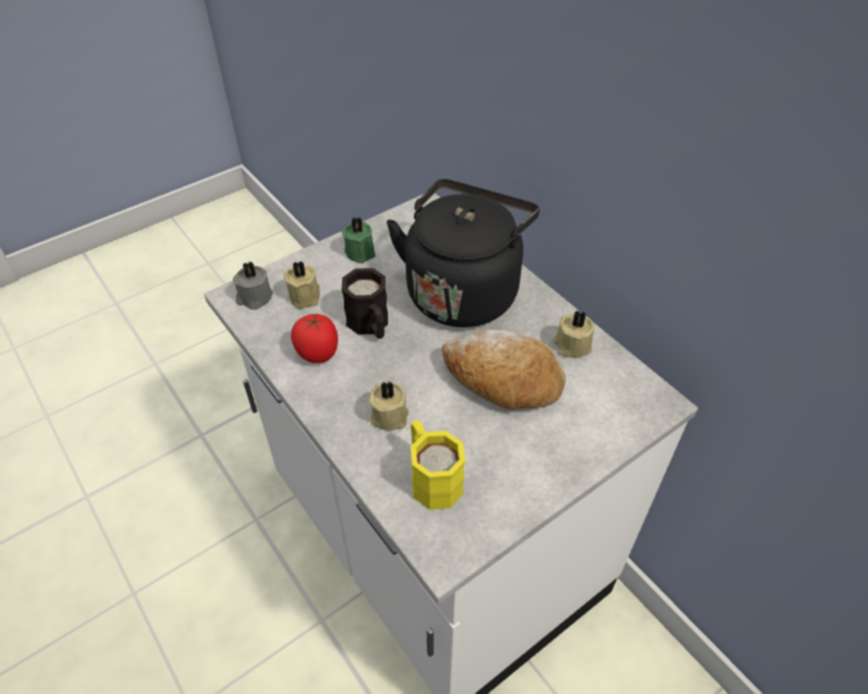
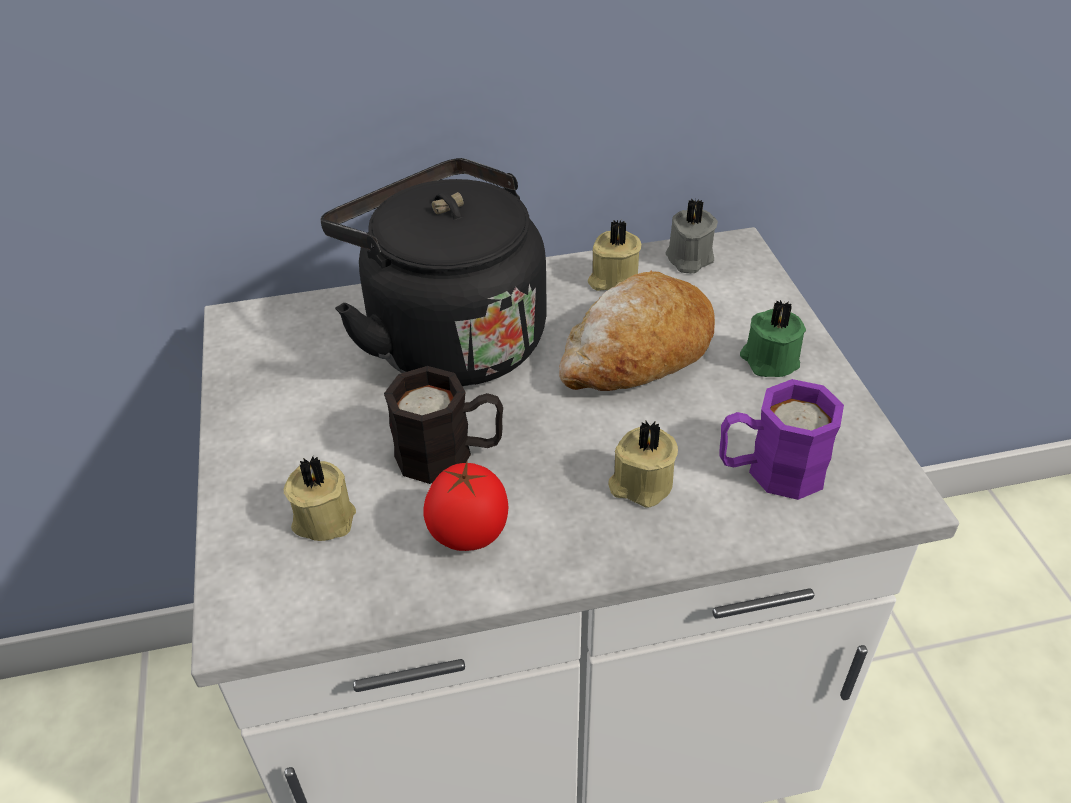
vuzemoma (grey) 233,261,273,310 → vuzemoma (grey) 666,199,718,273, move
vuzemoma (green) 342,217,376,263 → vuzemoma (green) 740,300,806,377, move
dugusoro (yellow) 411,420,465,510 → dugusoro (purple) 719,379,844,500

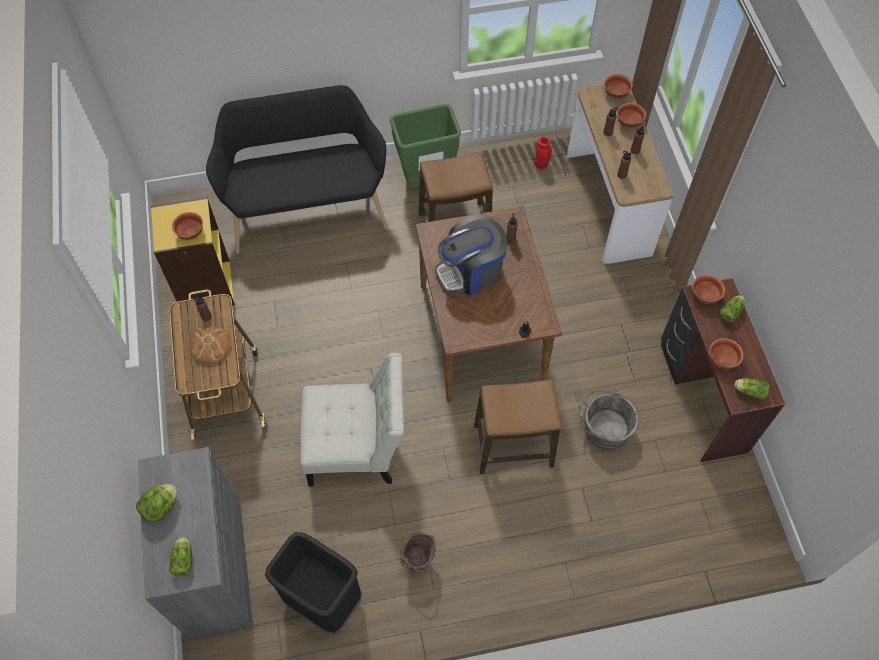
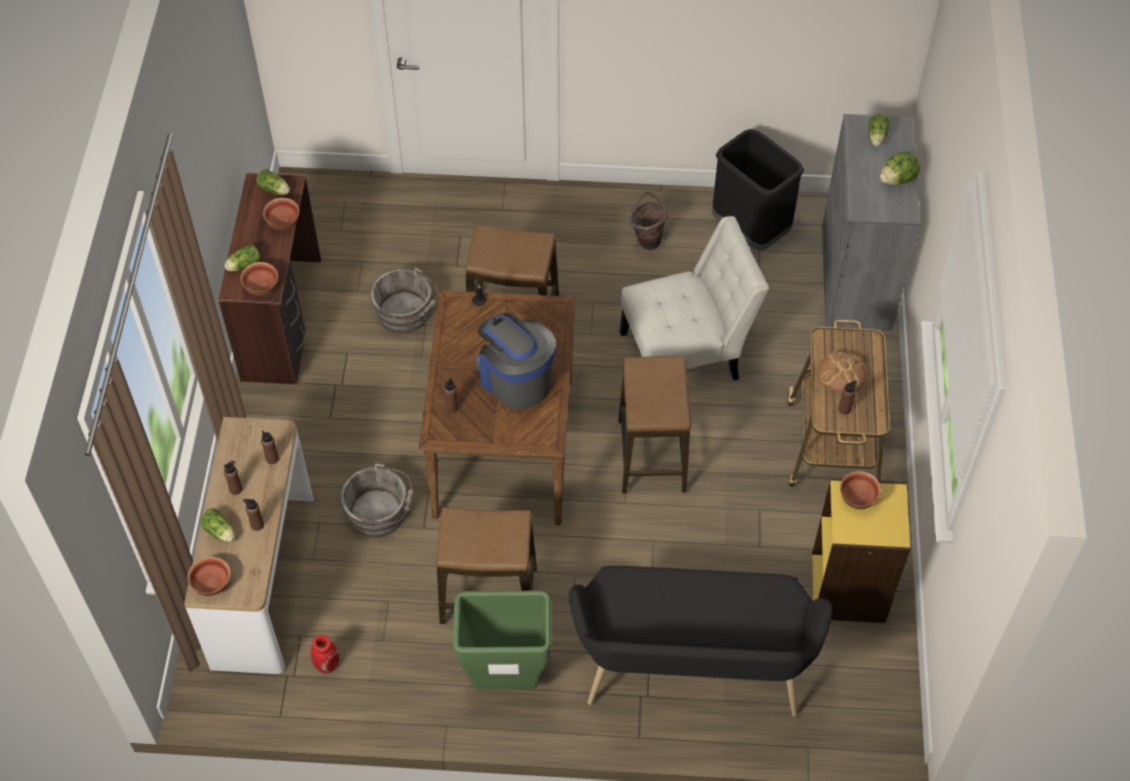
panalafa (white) 300,353,404,487 → panalafa (white) 620,216,769,380, 150 degrees clockwise
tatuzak 435,214,507,296 → tatuzak 475,313,556,410, 120 degrees counterclockwise
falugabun 617,103,646,128 → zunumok 200,508,235,543
- → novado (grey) 340,464,414,538
- → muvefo 618,356,691,494

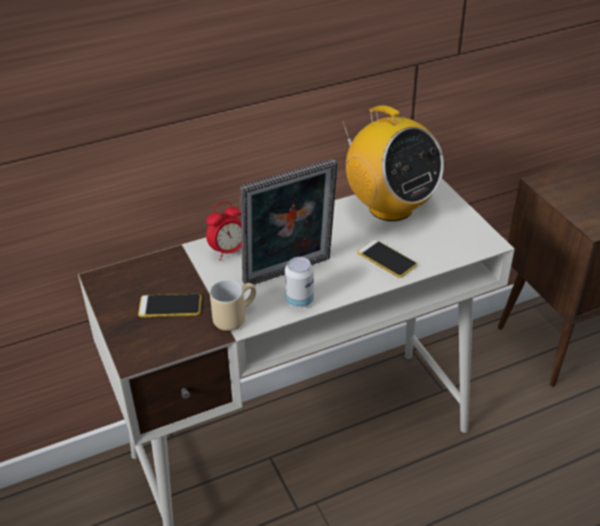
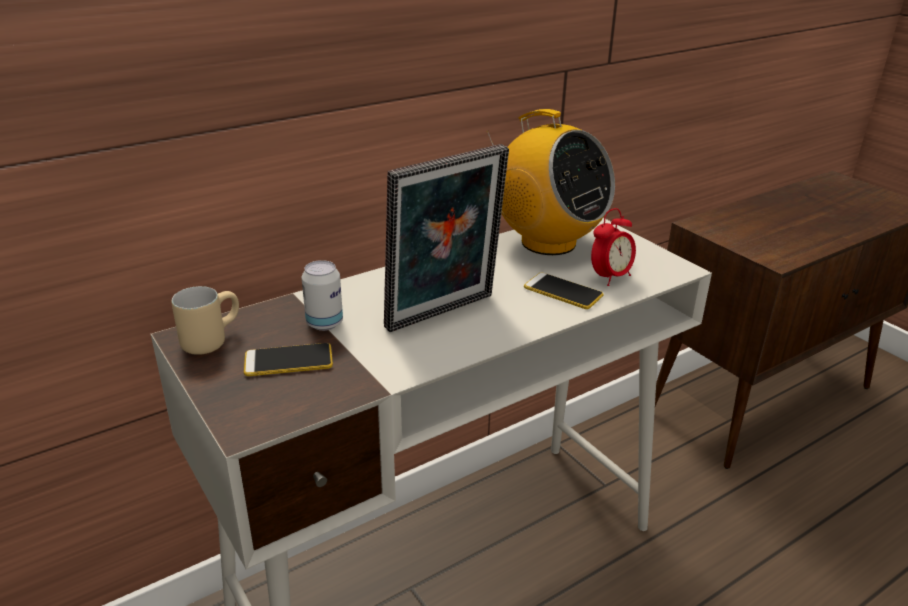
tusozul 206,201,242,261 → tusozul 591,208,636,286, move
dugusoro (beige) 210,280,256,331 → dugusoro (beige) 171,286,239,355, move
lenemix 285,257,314,308 → lenemix 302,260,343,331, move

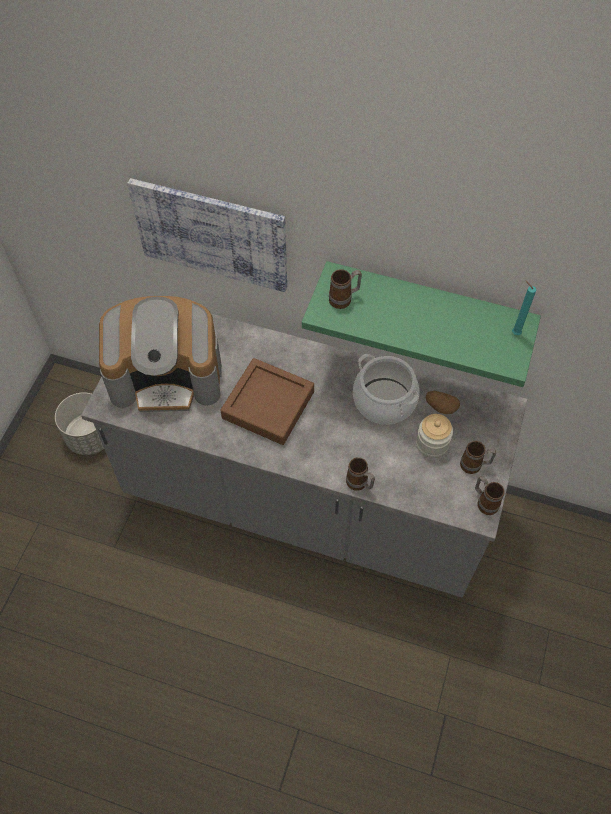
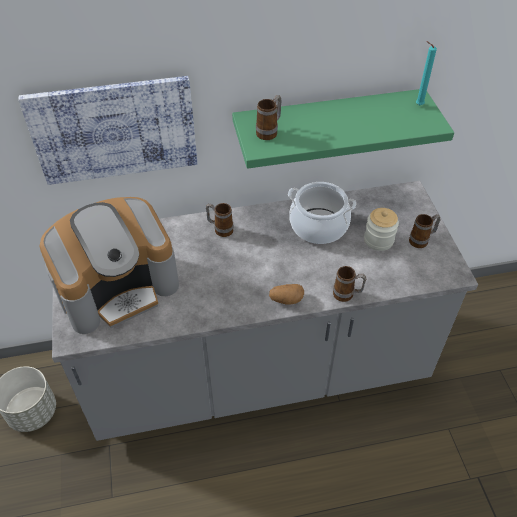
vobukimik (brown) 220,358,314,445 → -
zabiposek 426,391,460,414 → zabiposek 269,284,304,305, move
dugusoro 475,476,504,515 → dugusoro 206,203,234,237, move

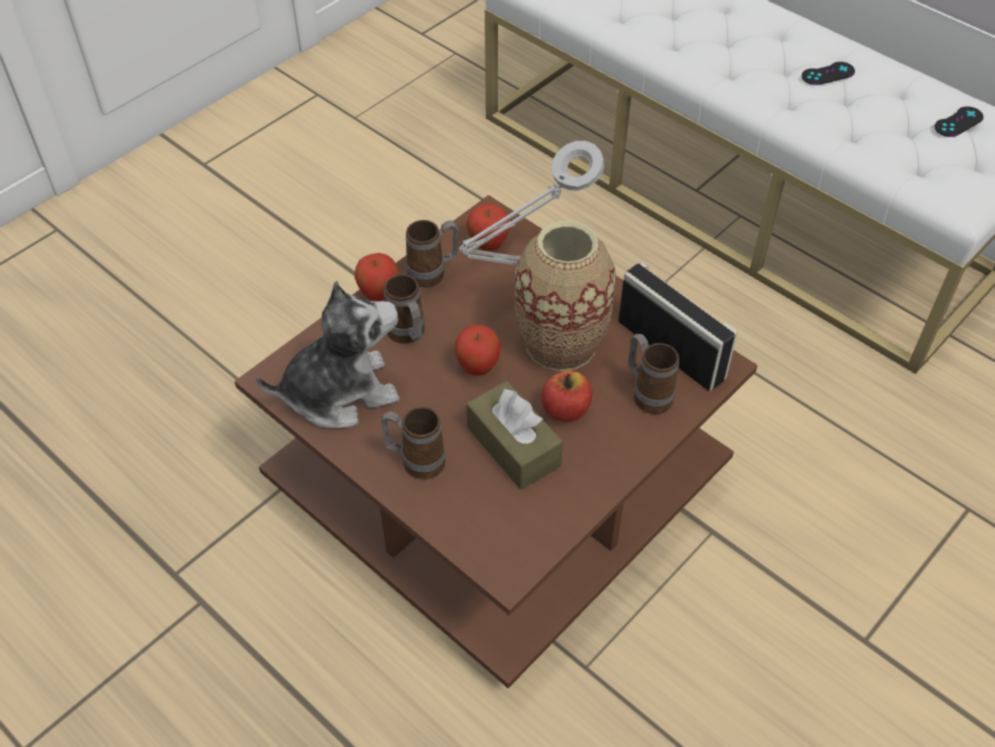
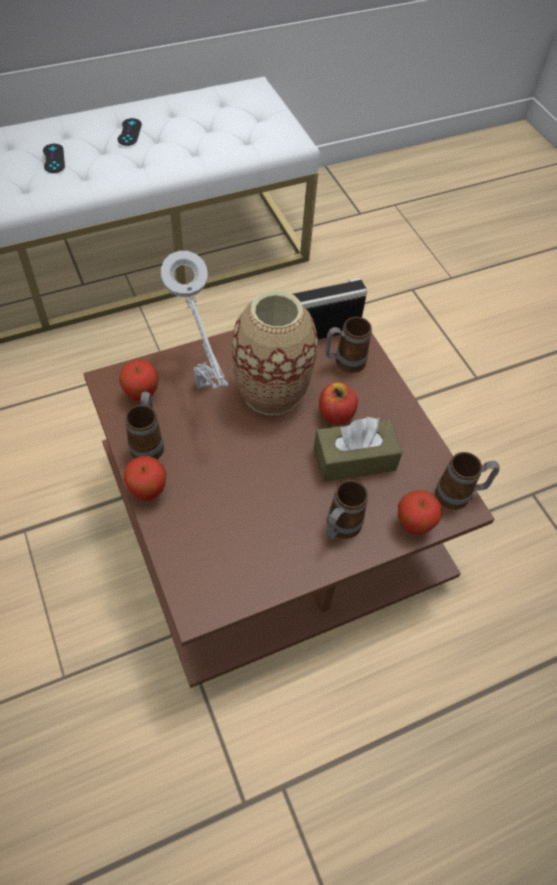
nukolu 256,281,400,428 → -
dugusoro 384,274,425,343 → dugusoro 435,452,500,510, move
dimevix 454,325,501,376 → dimevix 398,490,442,535, move
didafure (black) 935,106,984,137 → didafure (black) 43,144,65,173, move

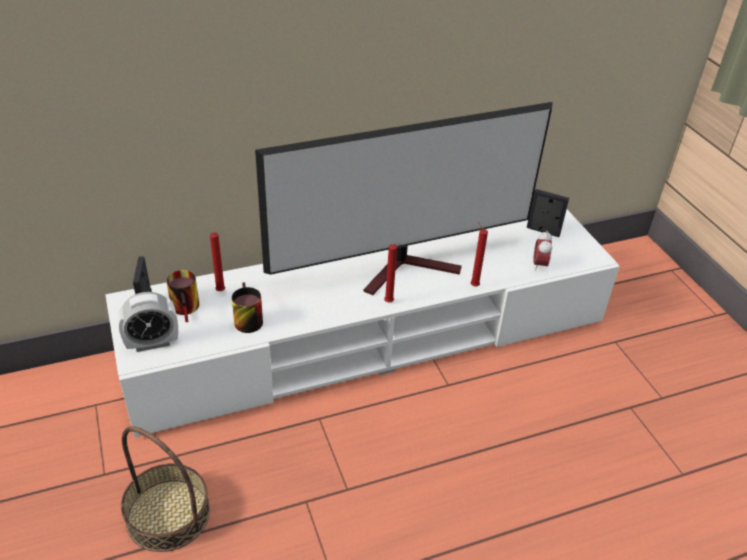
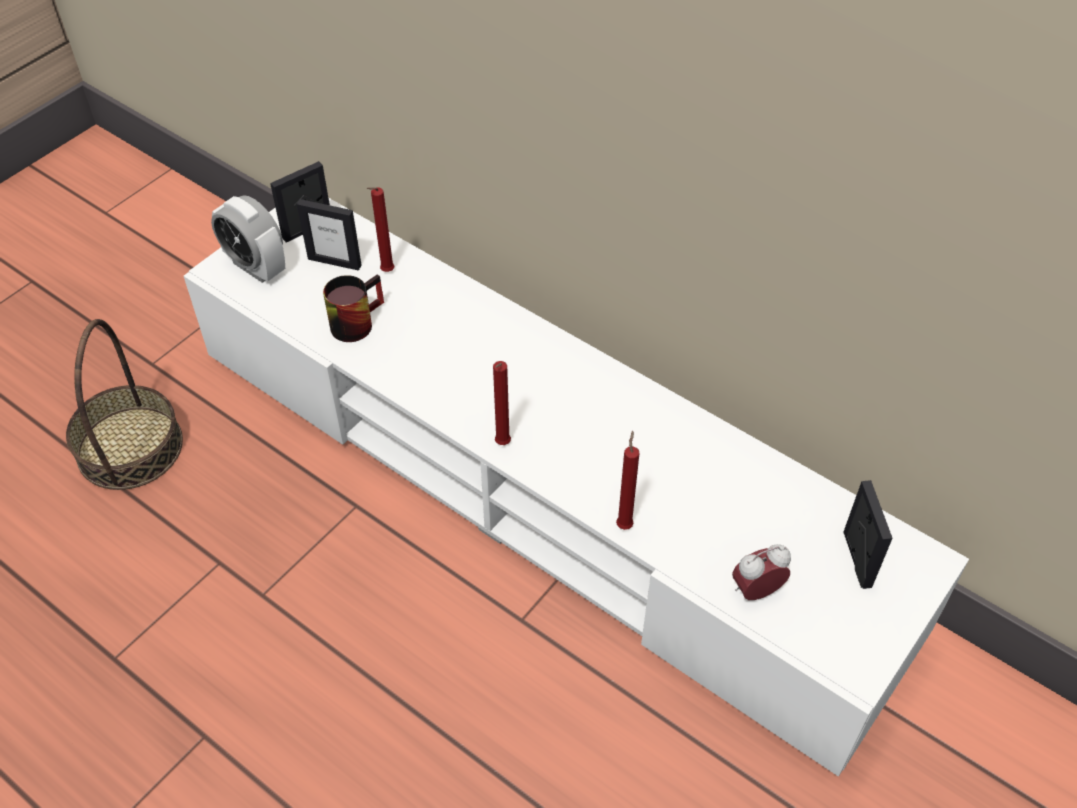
dugusoro 166,270,199,322 → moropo 297,199,361,271
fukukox 255,102,553,295 → -

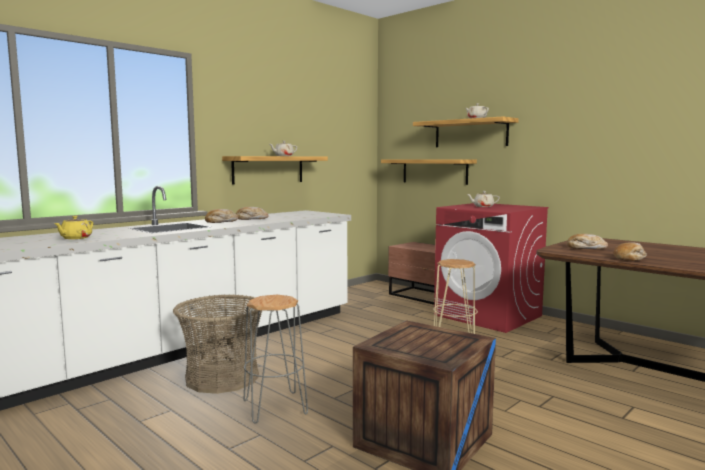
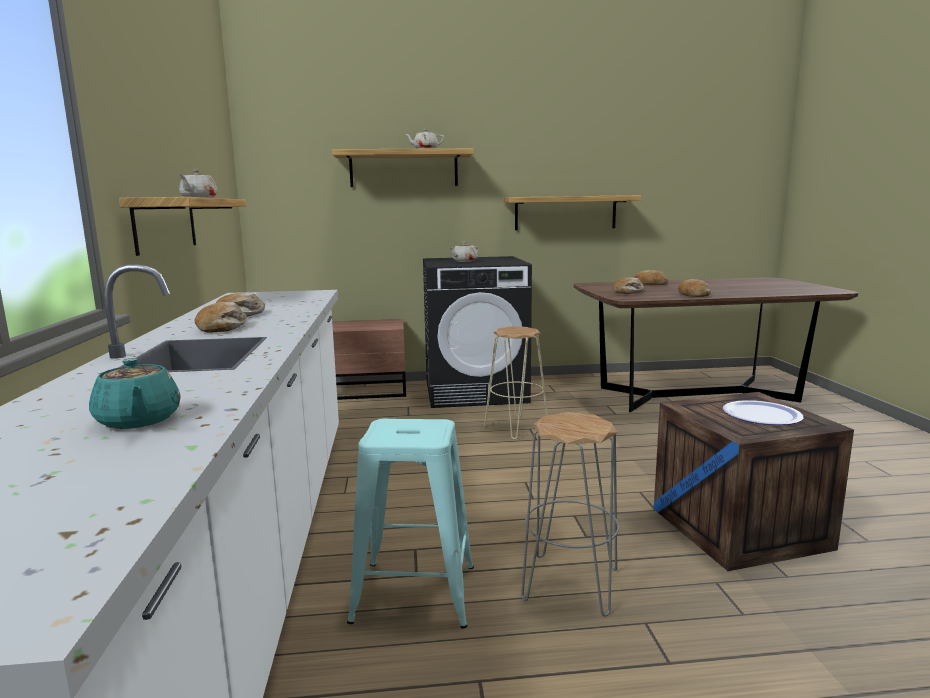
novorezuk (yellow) 54,216,93,239 → novorezuk (turquoise) 89,358,181,429
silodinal 173,294,262,394 → muvefo (turquoise) 347,419,474,628
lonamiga 381,159,477,185 → lonamiga 503,195,641,230, move
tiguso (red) 434,203,549,333 → tiguso (black) 423,256,532,408
- → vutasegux 633,270,668,285
- → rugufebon 723,400,804,425

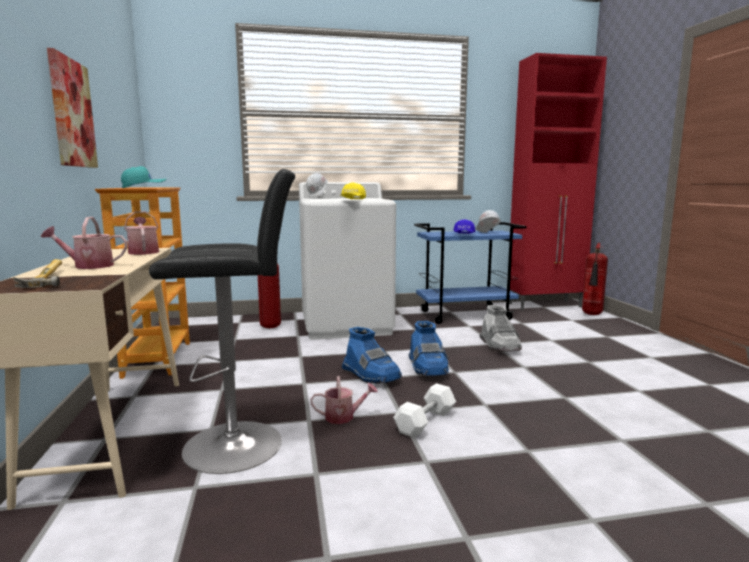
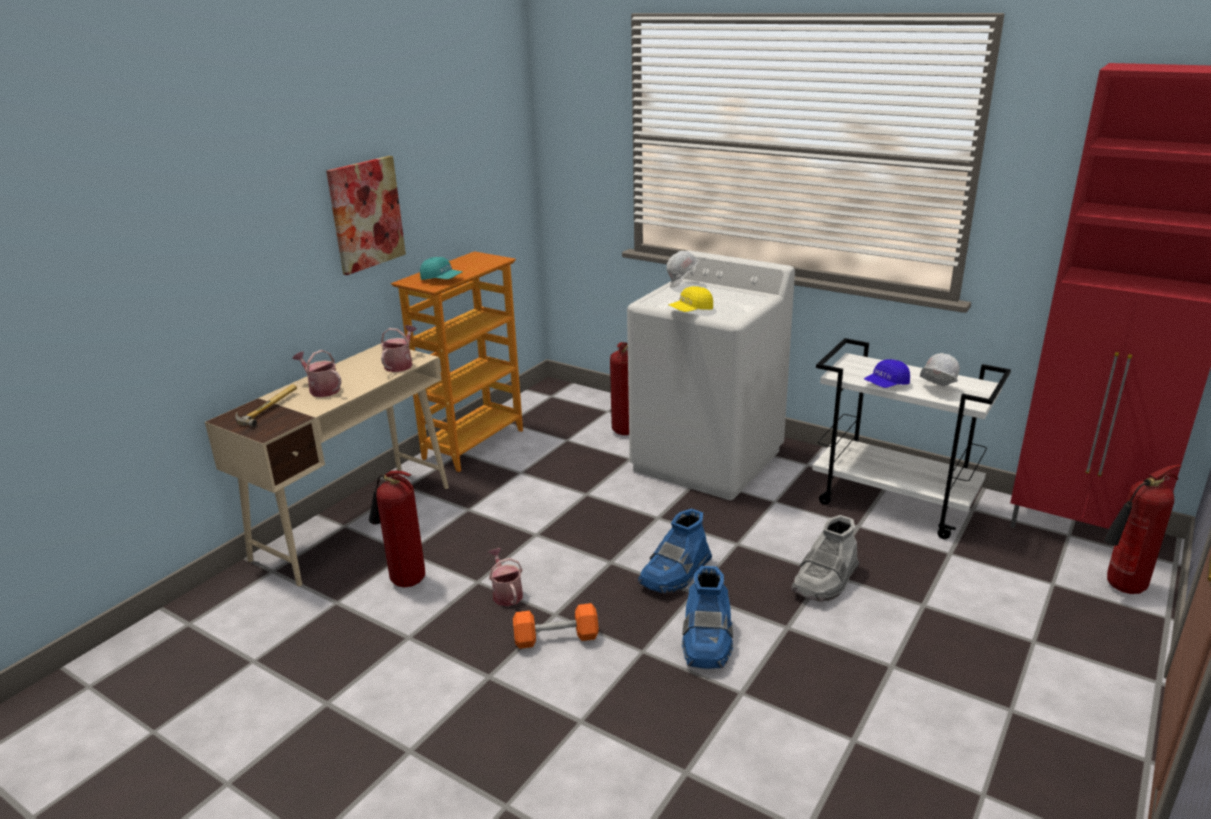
muvefo (black) 149,169,295,474 → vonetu 369,471,425,587
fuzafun 310,376,378,424 → fuzafun 489,548,523,606, 150 degrees counterclockwise
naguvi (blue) 342,327,402,384 → naguvi (blue) 682,566,733,669, move
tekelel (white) 393,383,456,438 → tekelel (orange) 513,603,599,649
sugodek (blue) 414,222,527,324 → sugodek (white) 812,338,1011,539

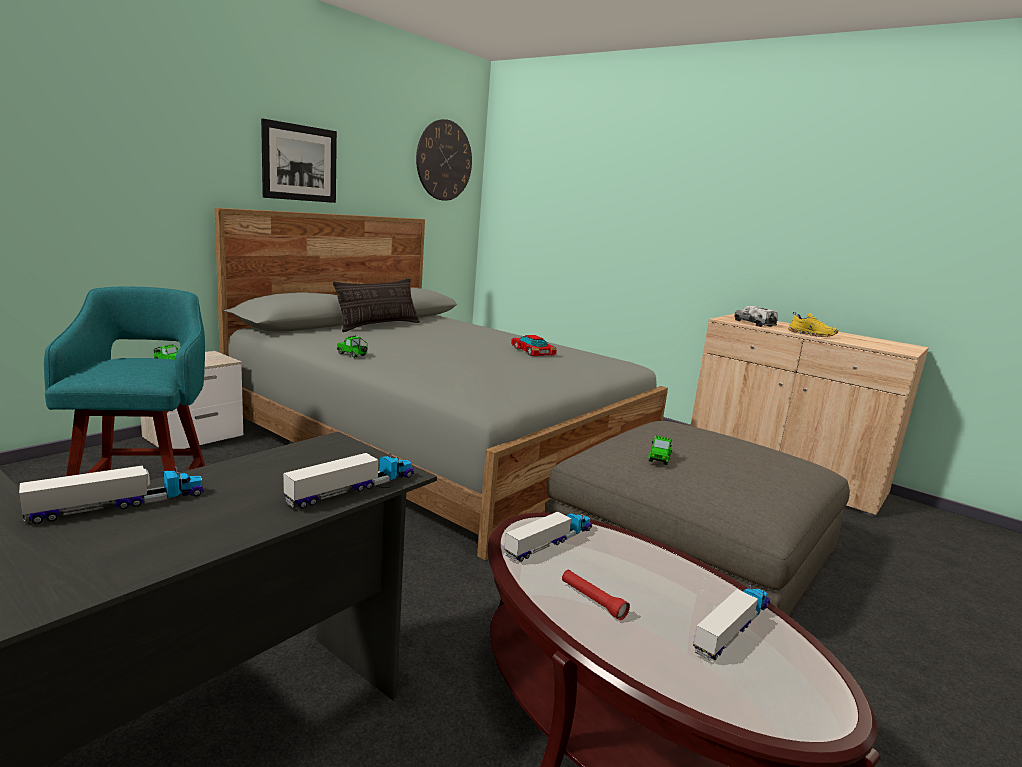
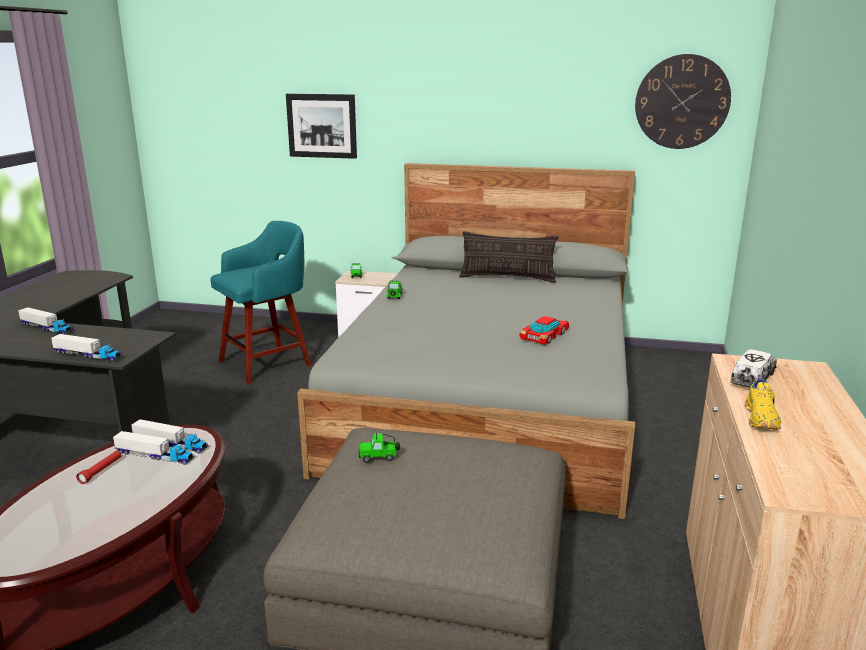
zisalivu 261,119,337,203 → zisalivu 286,94,357,159, move
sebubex 693,585,770,661 → sebubex 113,431,194,465, move

